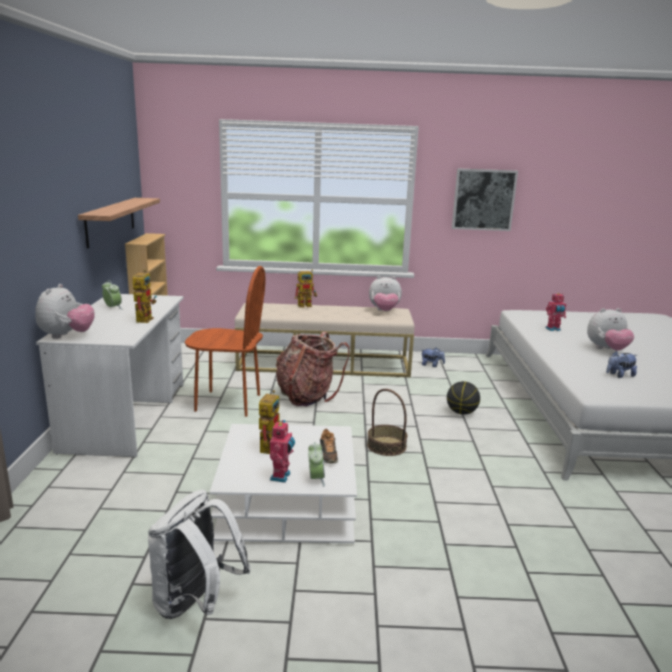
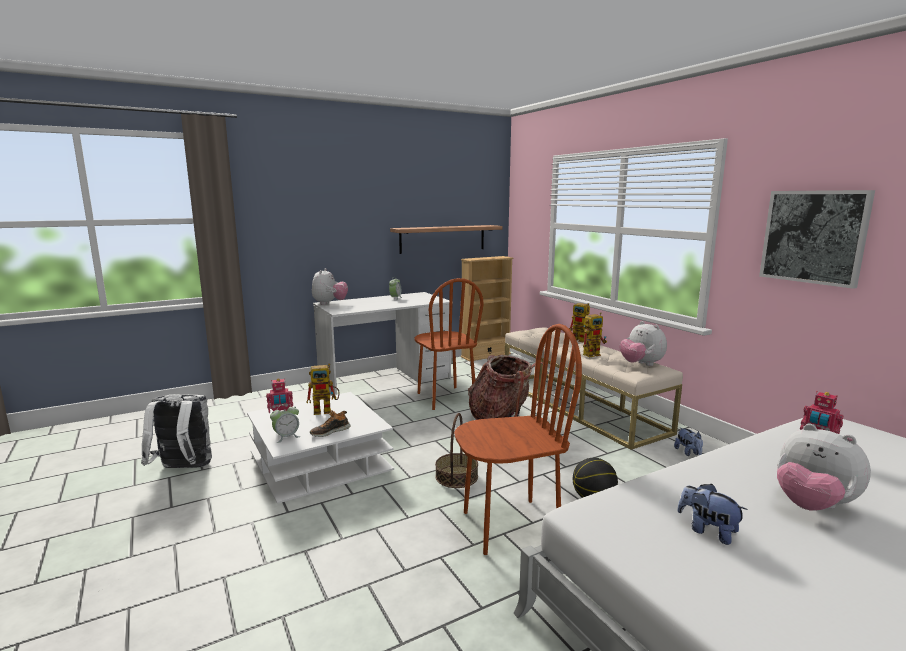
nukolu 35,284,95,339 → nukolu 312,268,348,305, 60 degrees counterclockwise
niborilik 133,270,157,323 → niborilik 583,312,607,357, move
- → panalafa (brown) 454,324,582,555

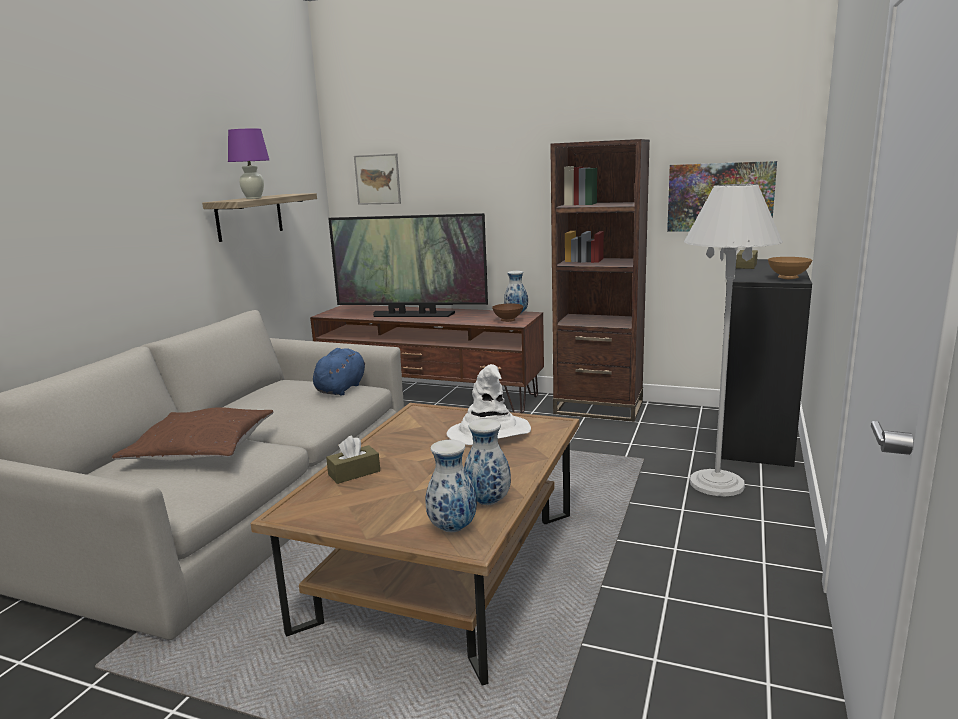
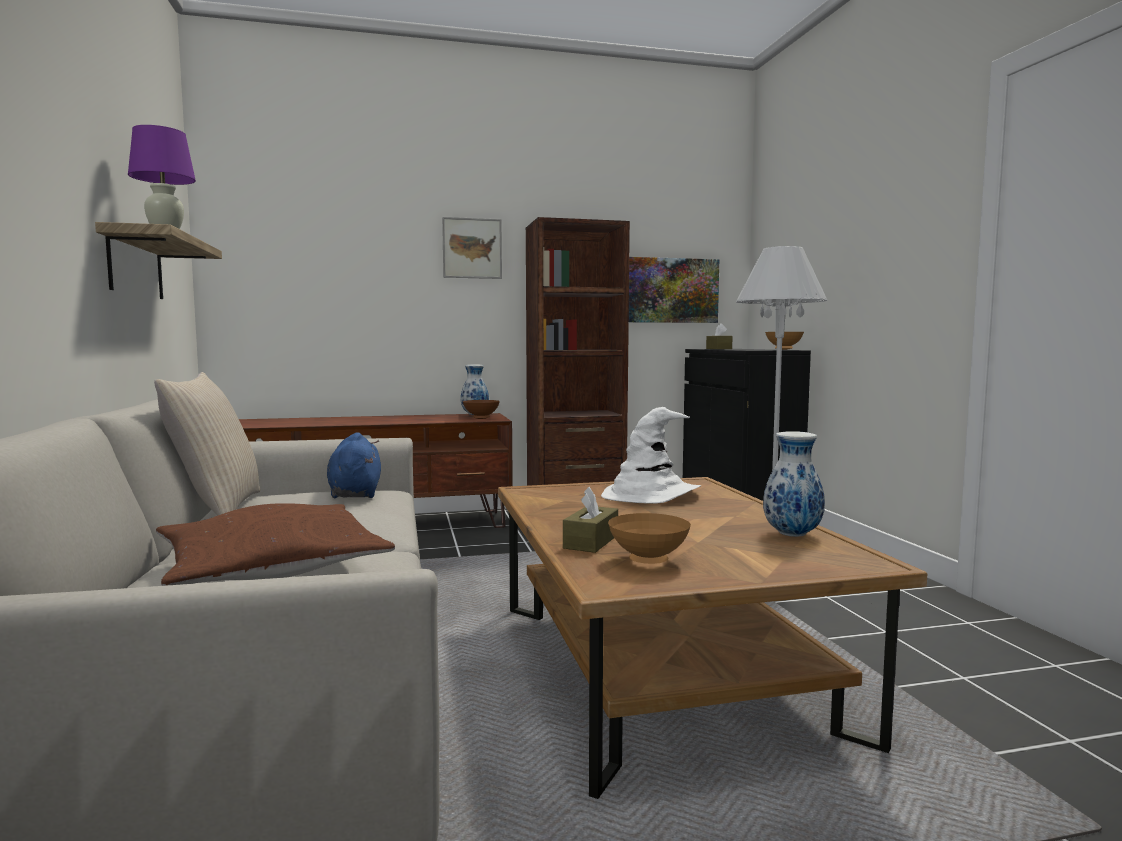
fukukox 328,213,488,317 → -
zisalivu 354,154,401,205 → zisalivu 442,217,502,279, move
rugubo 425,440,477,532 → -
- → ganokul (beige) 154,372,260,516
- → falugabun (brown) 608,513,691,564

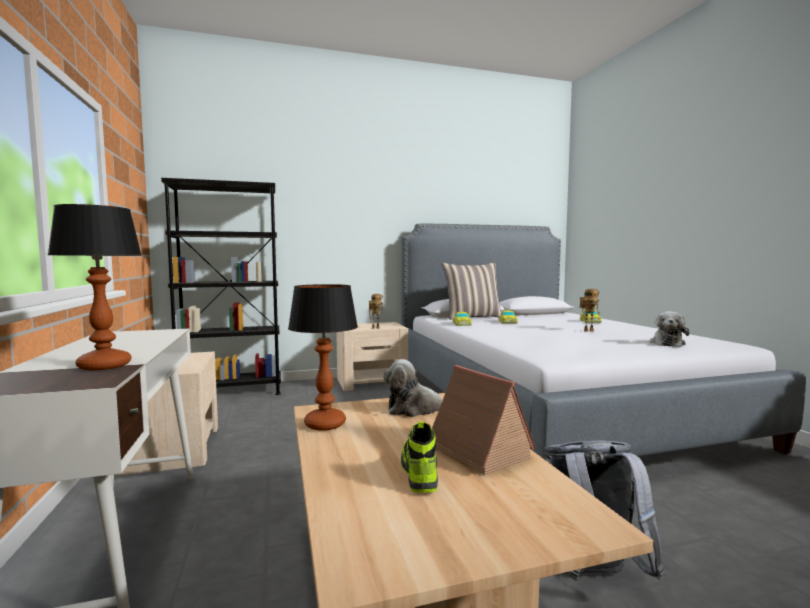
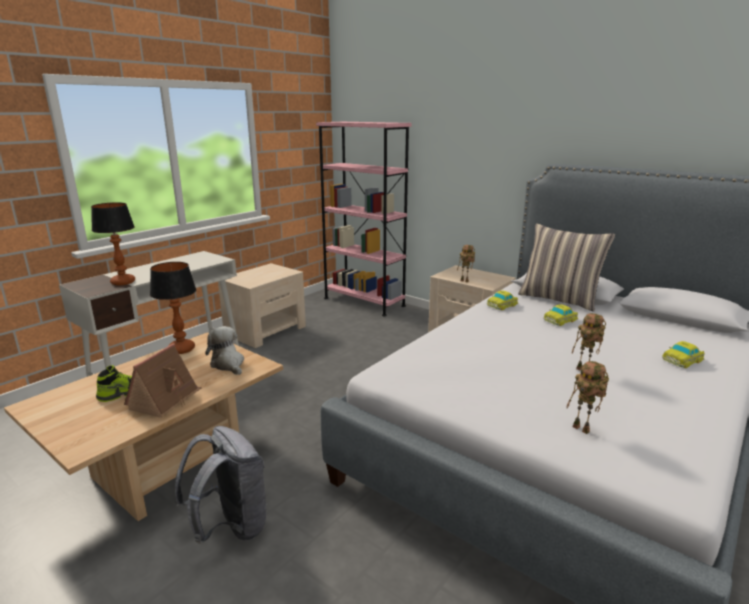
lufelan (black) 161,178,281,395 → lufelan (pink) 316,122,412,316
nukolu 650,311,690,347 → niborilik 566,361,609,434

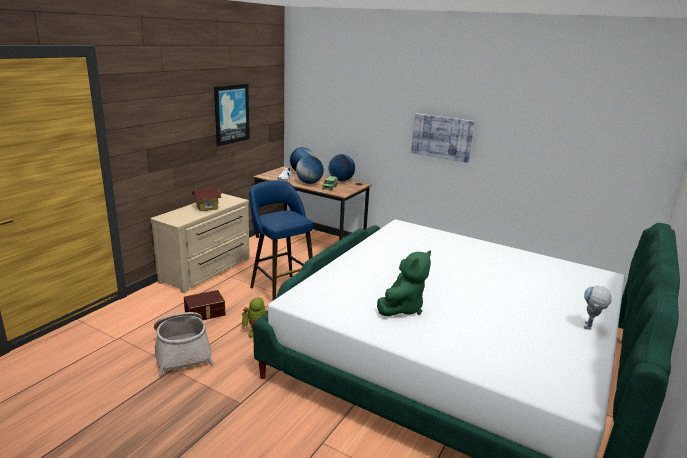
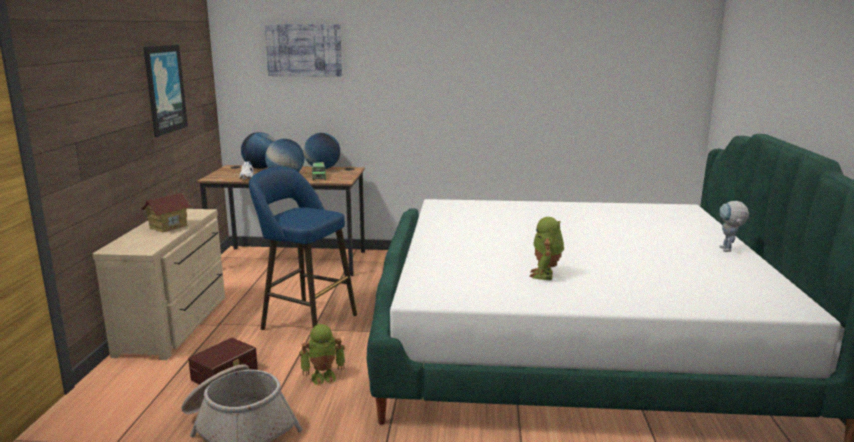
nukolu (green) 377,251,431,316 → niborilik 529,217,564,280
zisalivu 411,113,475,163 → zisalivu 265,24,342,77, move

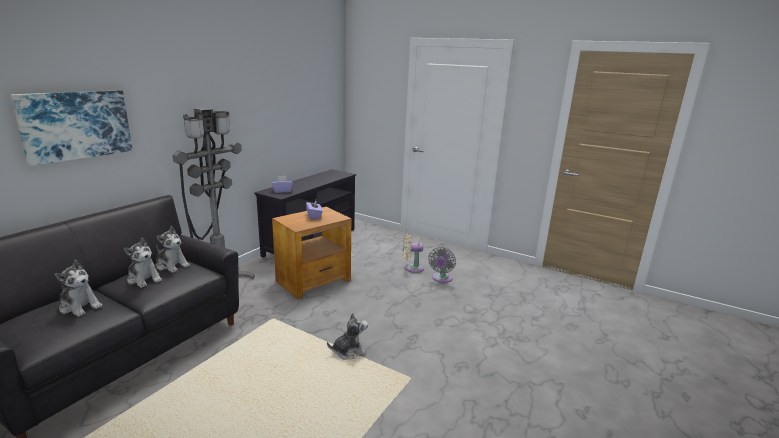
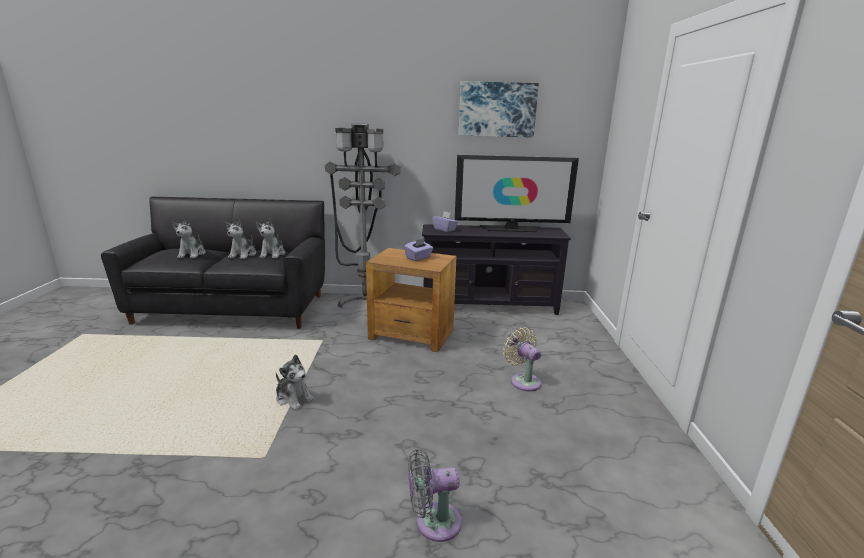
zisalivu 10,90,133,166 → zisalivu 458,81,539,138, move
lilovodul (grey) 429,247,456,283 → lilovodul (grey) 408,449,462,542, move
- → fukukox 455,155,579,232

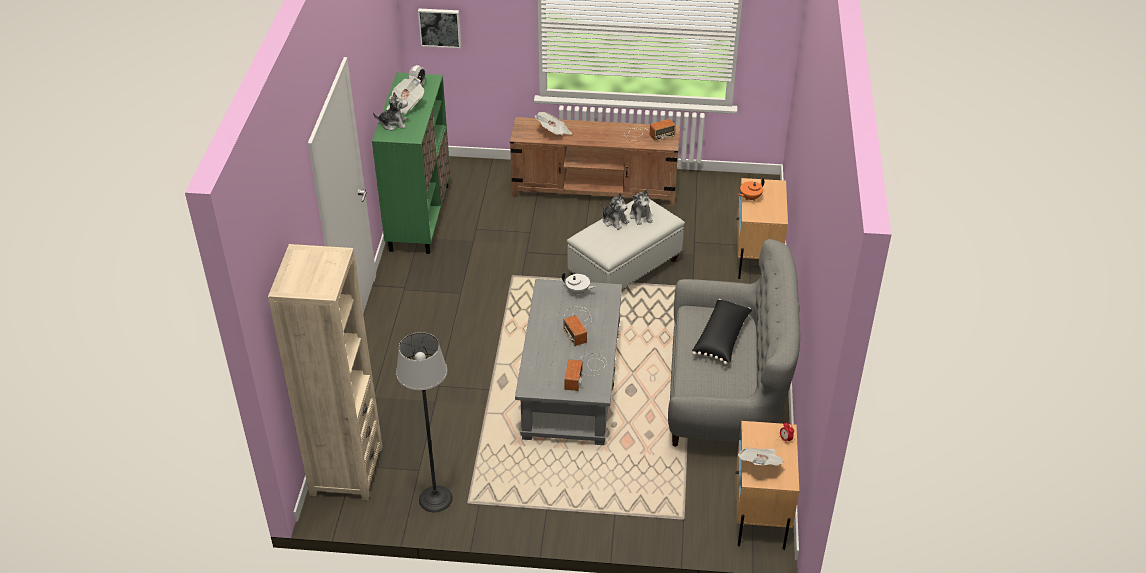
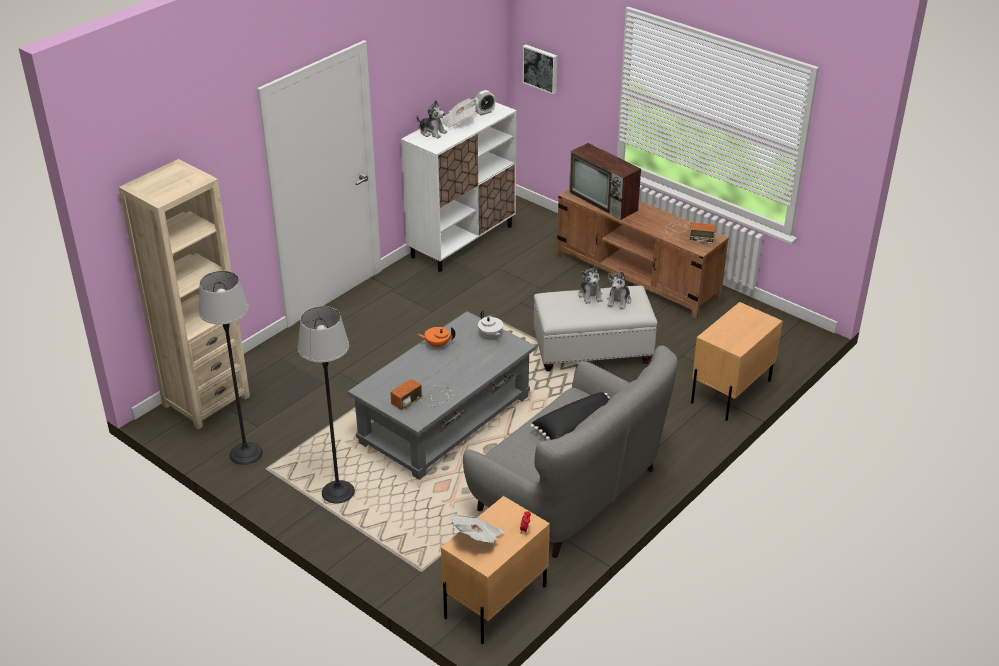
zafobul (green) 372,73,450,254 → zafobul (white) 401,102,517,272
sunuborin 535,112,572,136 → fukukox 569,143,641,220
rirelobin 563,307,592,346 → -
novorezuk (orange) 738,177,764,200 → novorezuk (orange) 417,327,455,349, move
- → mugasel 298,306,355,503

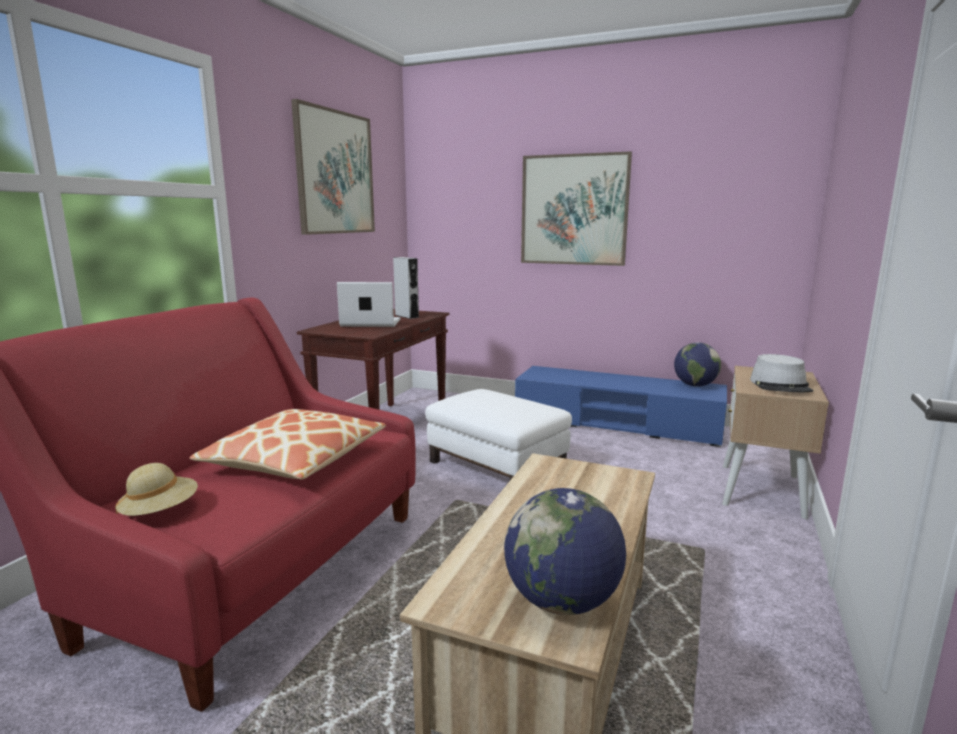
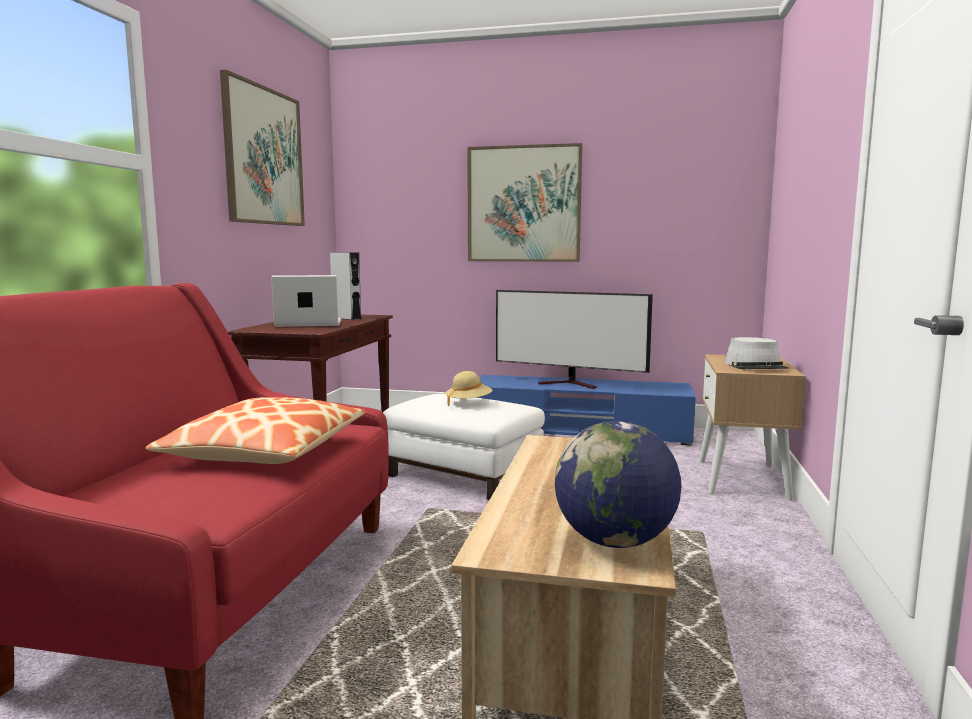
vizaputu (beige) 115,463,198,516 → vizaputu (beige) 445,371,492,406, move
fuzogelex 674,342,721,387 → -
- → fukukox 496,290,653,389

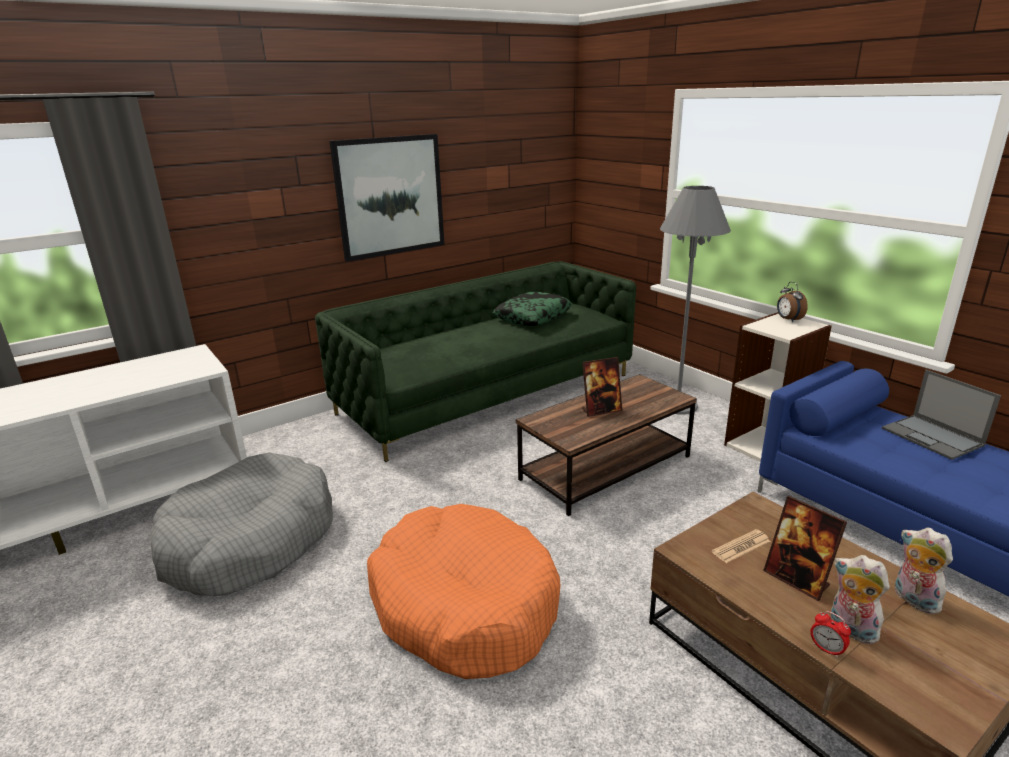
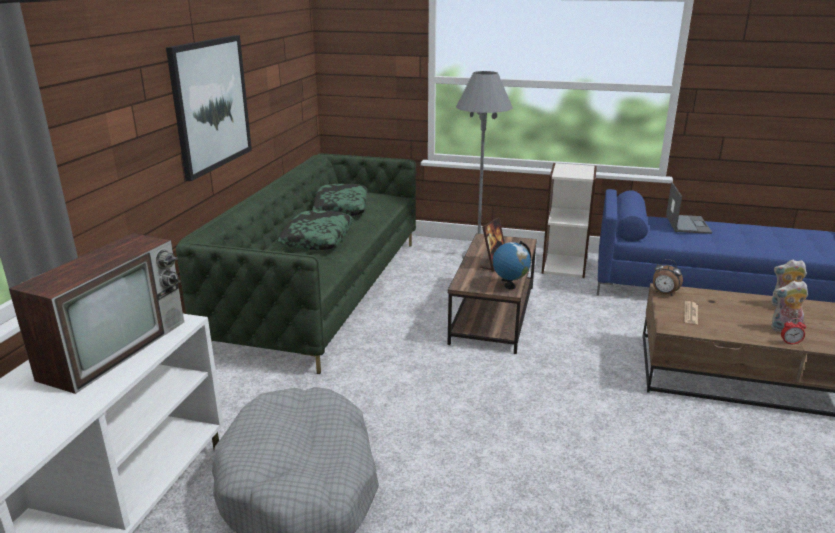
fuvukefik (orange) 367,504,560,679 → -
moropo 763,496,847,601 → -
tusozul 777,281,808,322 → tusozul 653,259,683,296, move
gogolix 882,370,1001,460 → gogolix 666,182,712,234, 105 degrees counterclockwise
- → fukukox 9,233,184,394
- → ganokul 278,210,353,250
- → fuzogelex 493,241,531,289

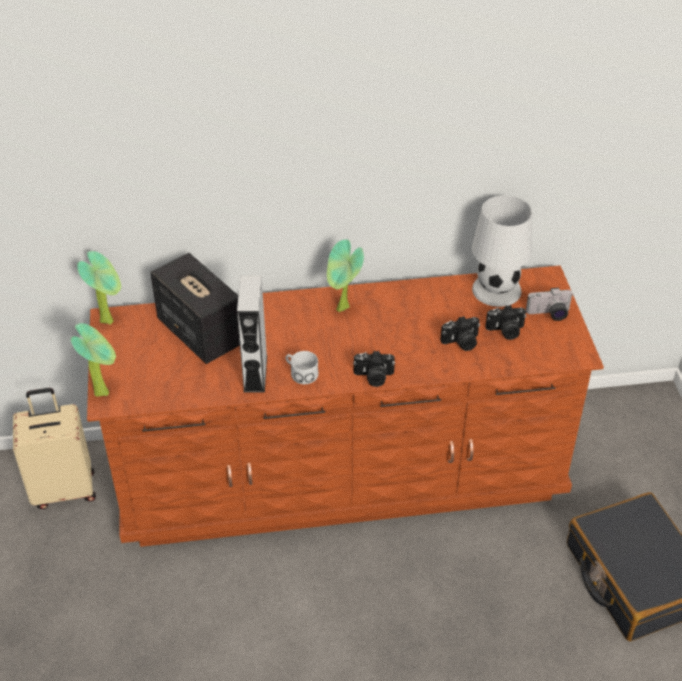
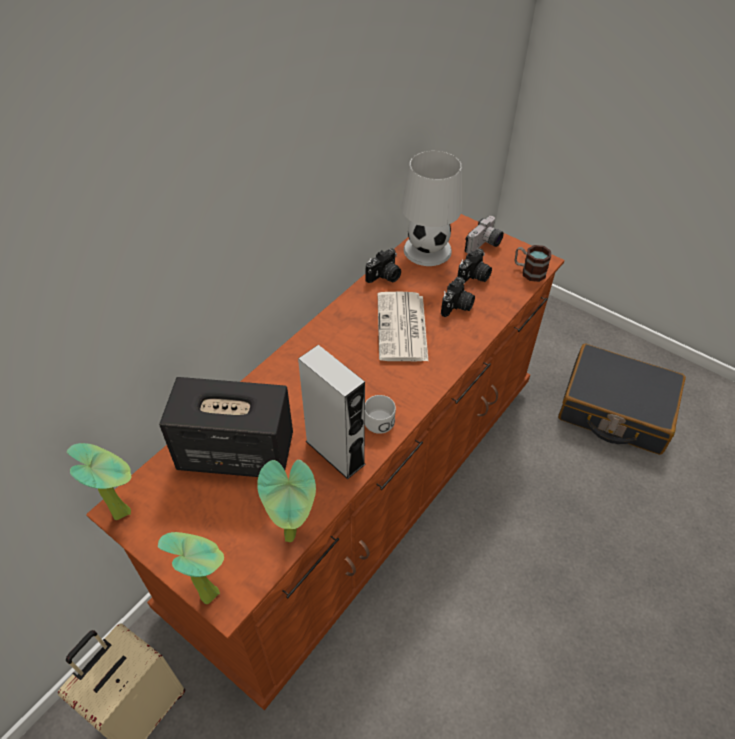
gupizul 327,239,364,312 → gupizul 257,460,316,542, move
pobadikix 353,351,395,387 → pobadikix 366,248,401,283, move
- → sunuborin 377,292,428,361
- → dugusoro 514,245,551,282

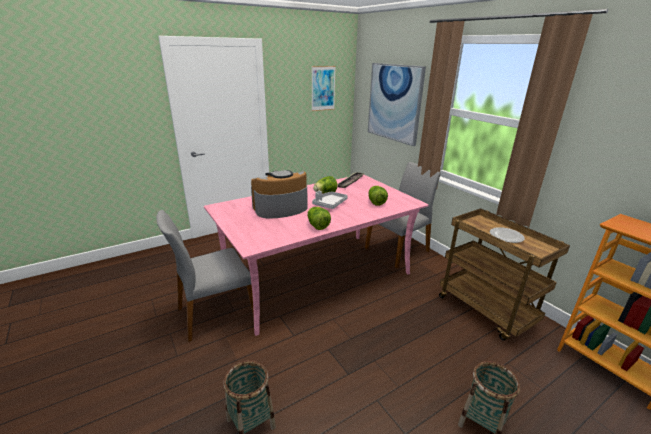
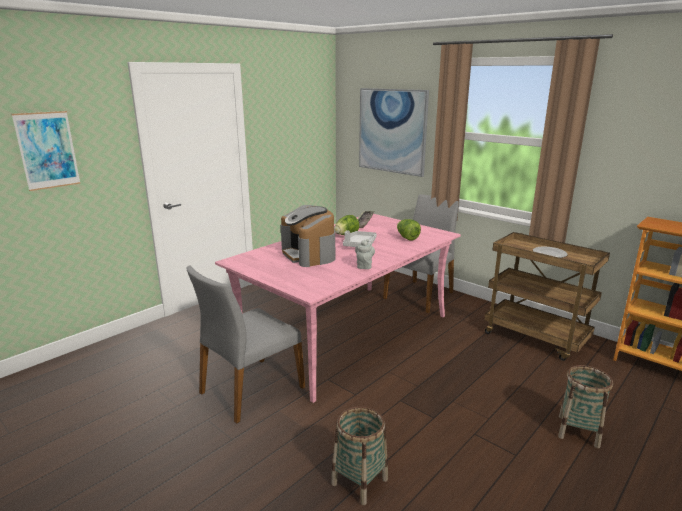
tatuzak 251,170,307,218 → tatuzak 281,205,336,267, 75 degrees counterclockwise
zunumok 308,207,331,230 → novorezuk (grey) 355,239,375,269
zisalivu 311,66,336,111 → zisalivu 12,111,81,191, move

